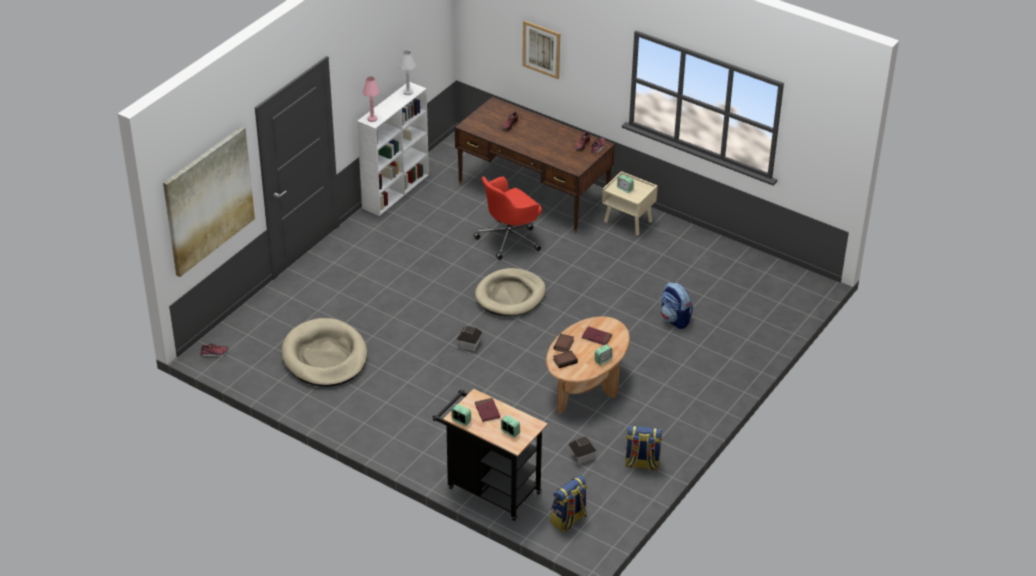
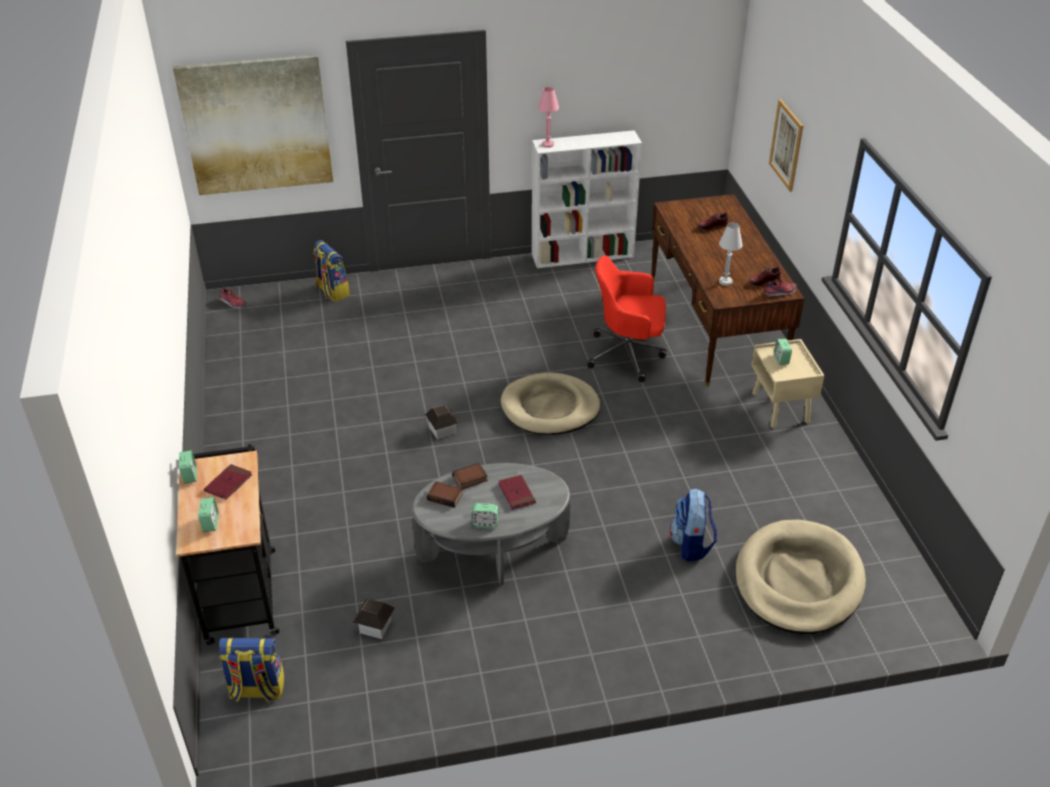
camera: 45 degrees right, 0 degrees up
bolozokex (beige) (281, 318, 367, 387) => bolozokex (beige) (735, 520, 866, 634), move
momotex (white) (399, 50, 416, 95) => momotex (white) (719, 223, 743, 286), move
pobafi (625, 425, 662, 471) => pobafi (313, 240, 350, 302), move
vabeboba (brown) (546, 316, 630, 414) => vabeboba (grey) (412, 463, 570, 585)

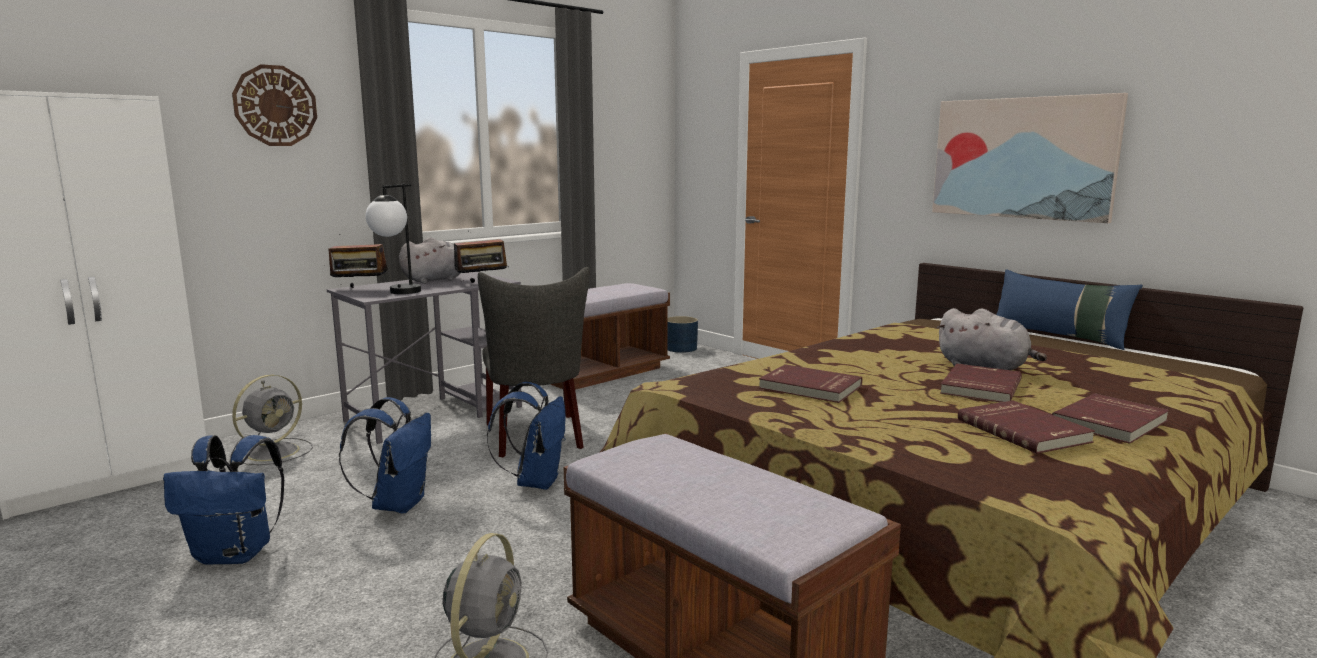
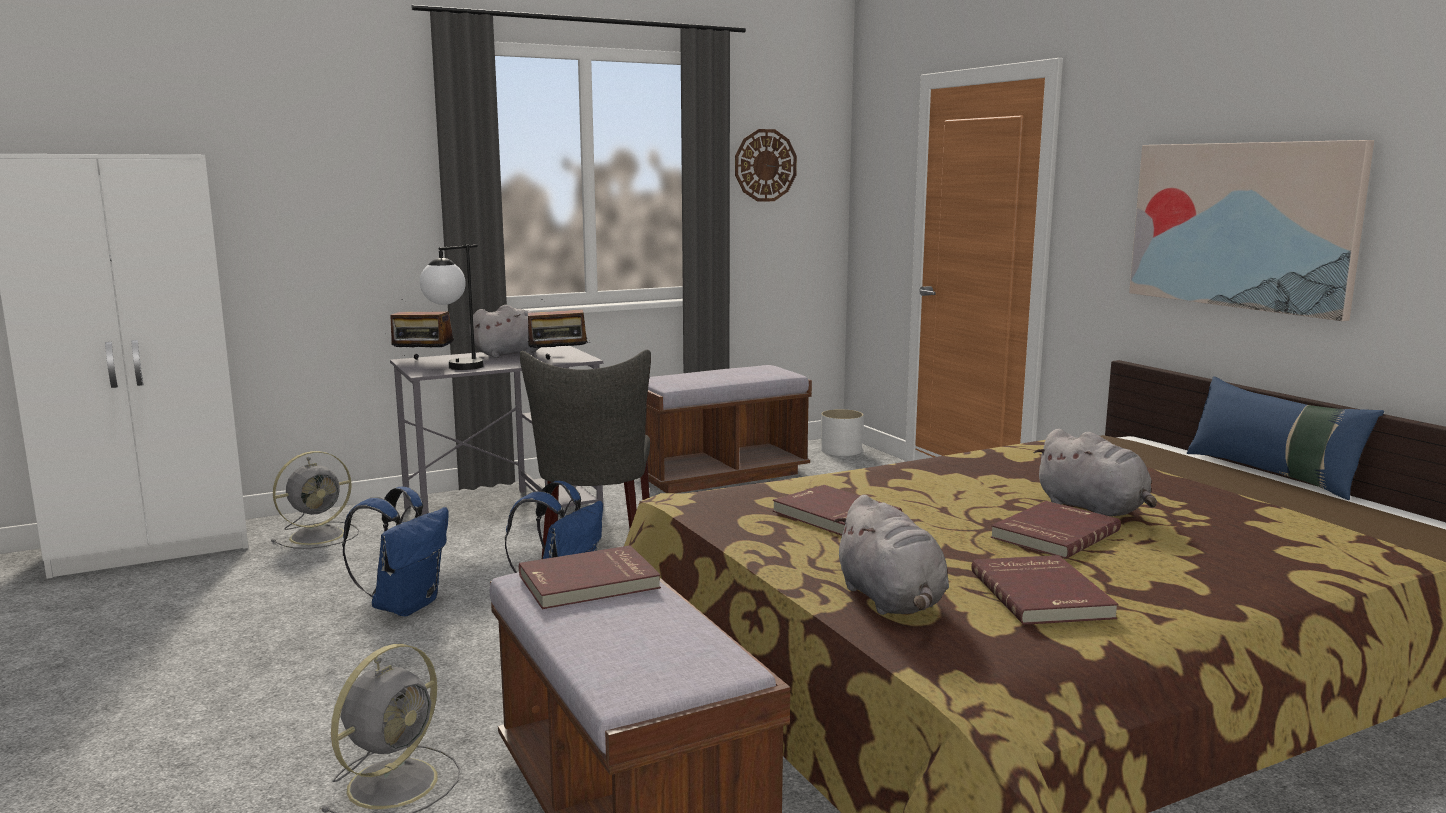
camera: 15 degrees right, 0 degrees up
pobafi (blue) (163, 435, 285, 565) => nothing
nothing => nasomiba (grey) (833, 495, 949, 615)
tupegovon (232, 64, 317, 146) => tupegovon (735, 129, 797, 202), move
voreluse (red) (1051, 393, 1169, 444) => voreluse (red) (519, 545, 661, 609), move
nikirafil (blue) (667, 316, 698, 353) => nikirafil (white) (821, 409, 864, 456)

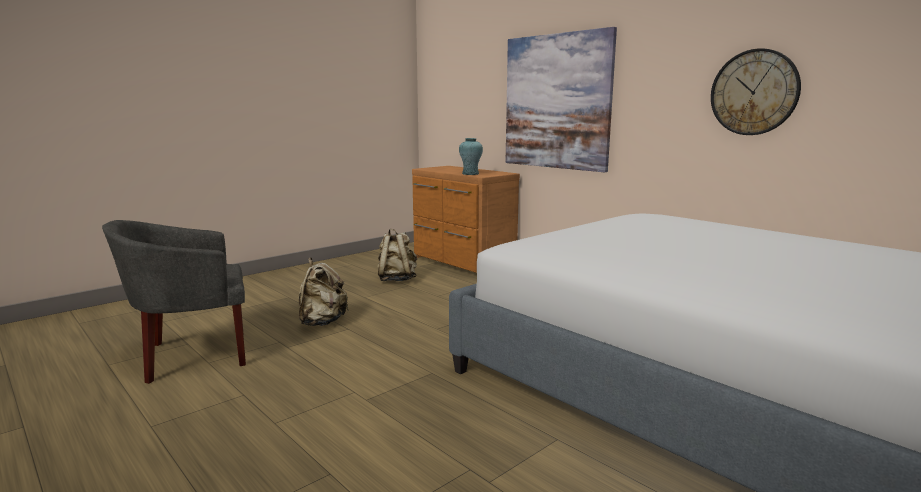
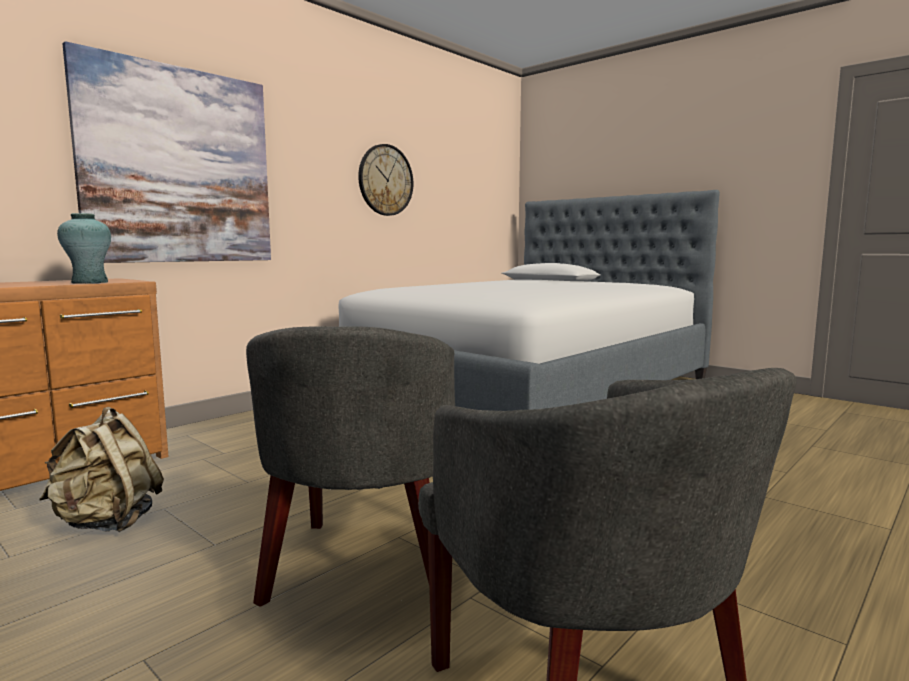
camera: 95 degrees left, 5 degrees down
pobafi (beige) (299, 257, 348, 326) => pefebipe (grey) (246, 326, 455, 607)

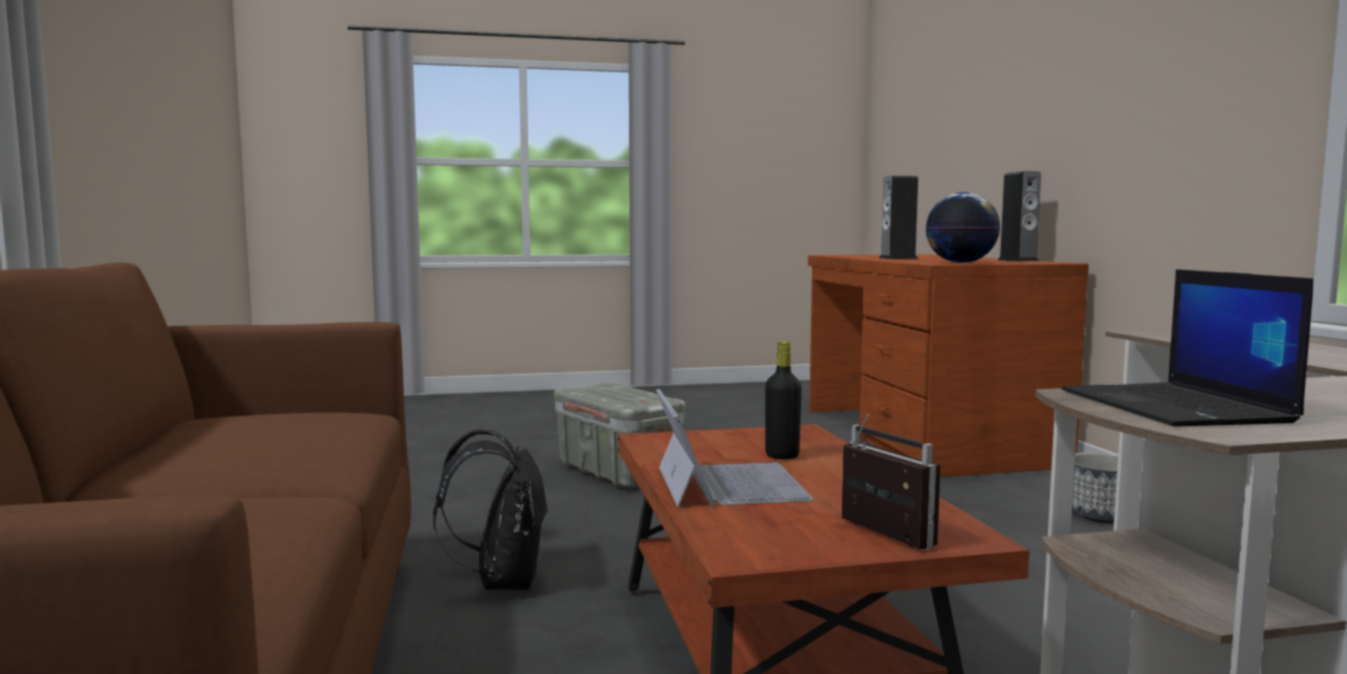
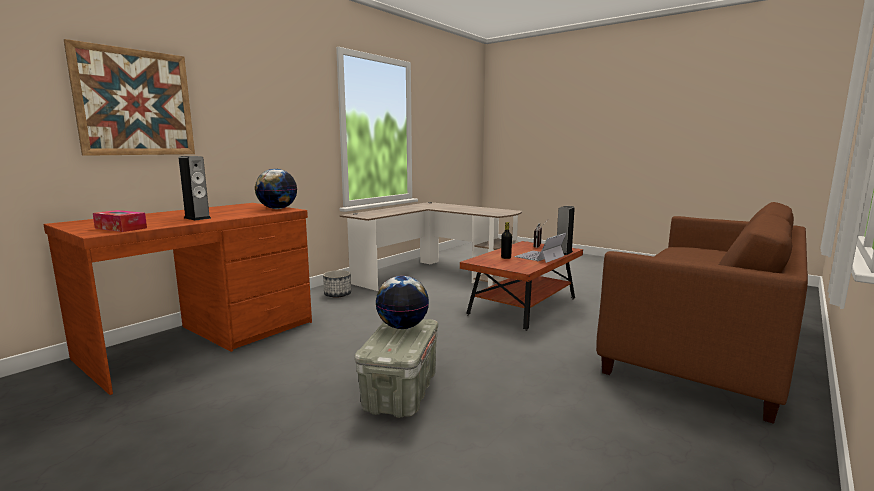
camera: 130 degrees left, 5 degrees up
pobafi (black) (433, 429, 548, 590) => nothing
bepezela (1062, 269, 1313, 427) => nothing
nothing => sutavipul (64, 39, 195, 156)
nothing => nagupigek (93, 210, 147, 232)
nothing => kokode (376, 276, 429, 329)
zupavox (998, 171, 1041, 261) => zupavox (557, 206, 575, 255), move

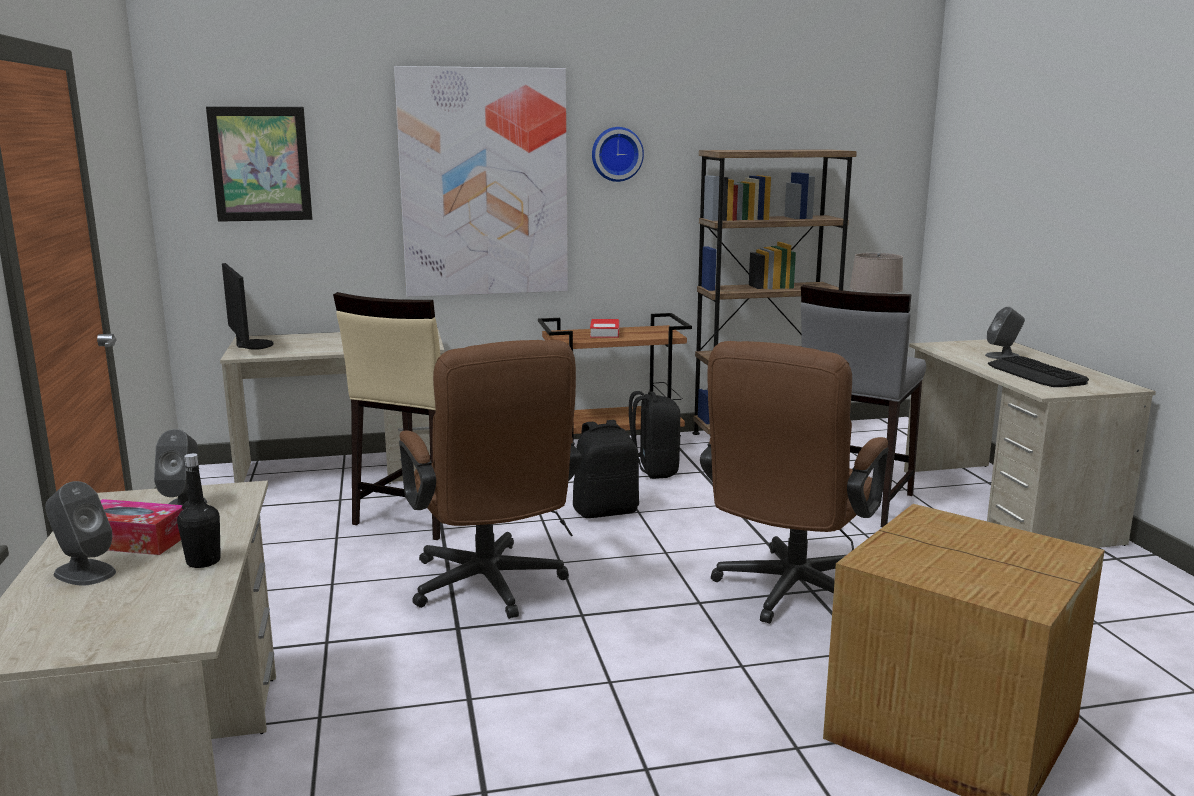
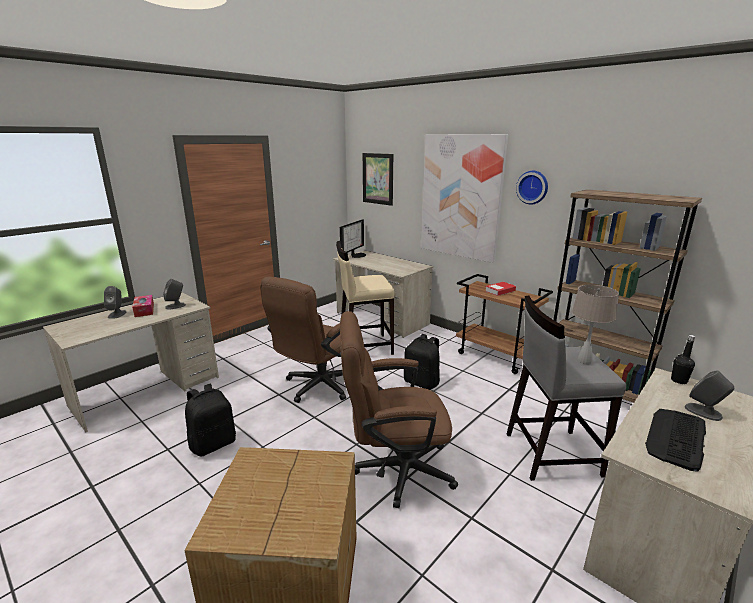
camera: 55 degrees right, 5 degrees up
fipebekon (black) (177, 453, 221, 568) => fipebekon (black) (671, 335, 695, 384), move
pobafi (black) (629, 391, 681, 479) => pobafi (black) (185, 384, 236, 457), move

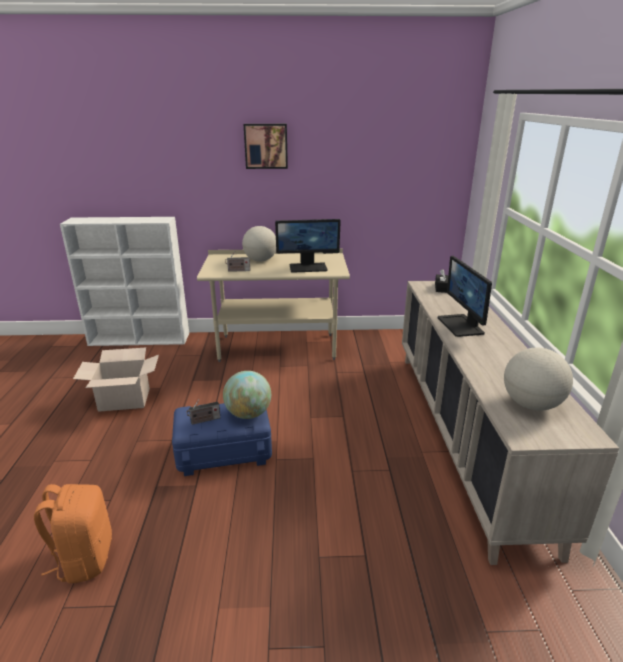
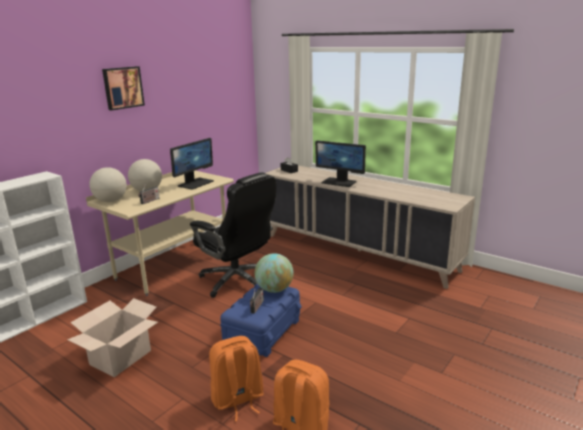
camera: 50 degrees left, 5 degrees down
nothing => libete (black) (190, 172, 276, 298)
nothing => pobafi (orange) (209, 336, 264, 422)
kokode (504, 347, 573, 411) => kokode (89, 167, 127, 202), move

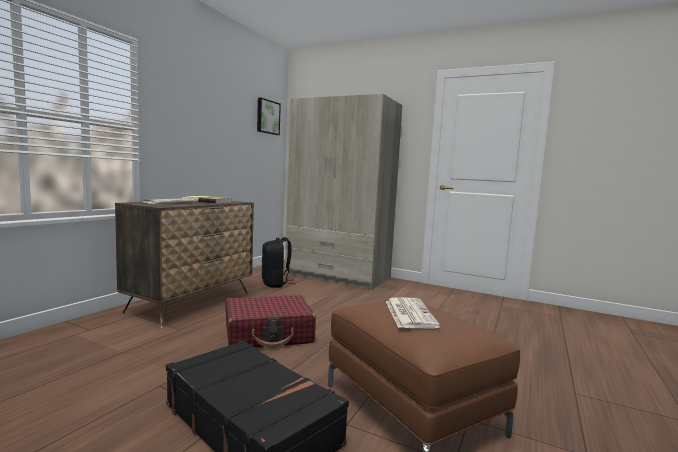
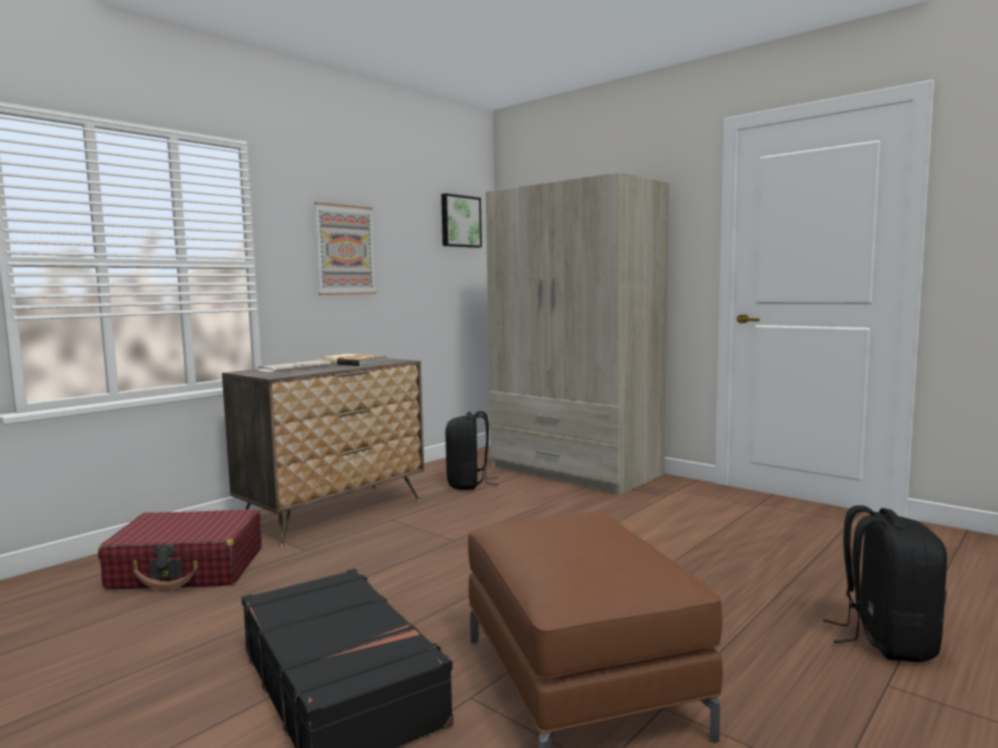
camera: 15 degrees right, 0 degrees up
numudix (386, 297, 440, 329) => nothing
nothing => sutavipul (314, 202, 376, 295)
nothing => pobafi (black) (823, 505, 947, 662)
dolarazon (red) (225, 295, 316, 348) => dolarazon (red) (98, 509, 262, 591), move

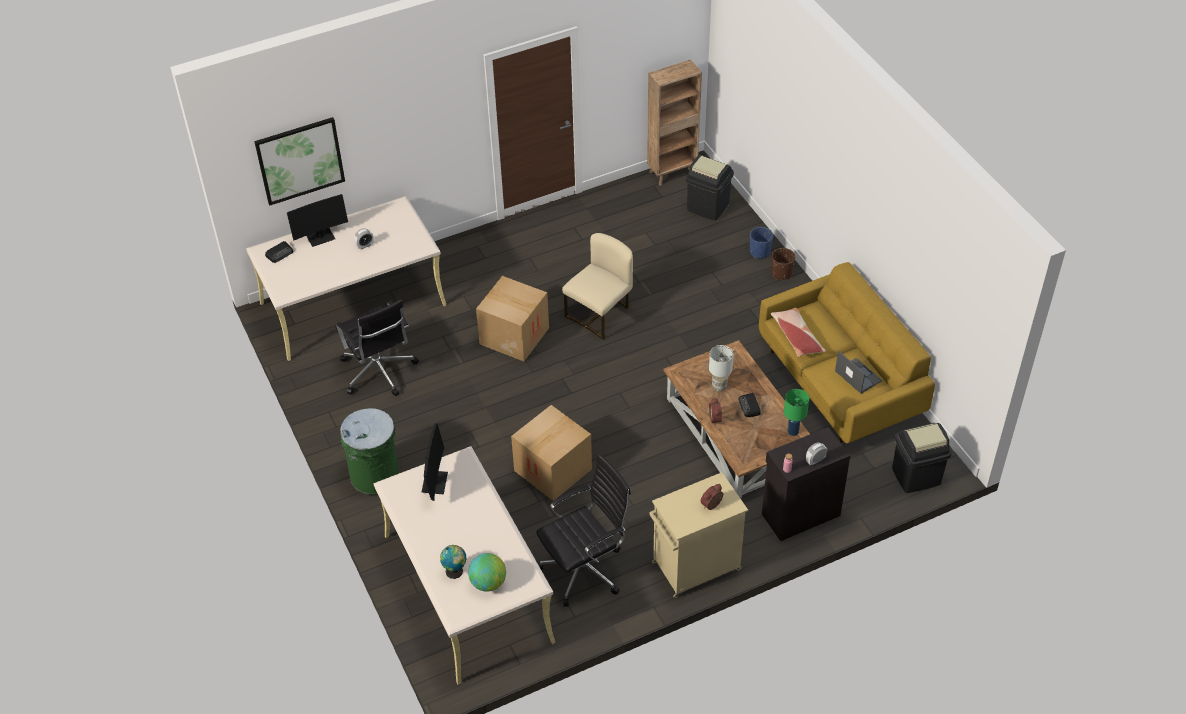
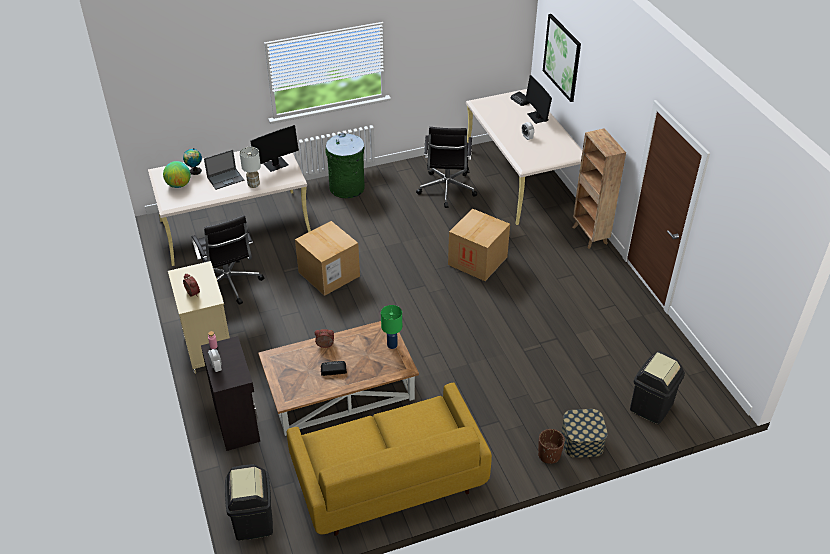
camera: 95 degrees right, 5 degrees down
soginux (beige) (562, 233, 633, 340) => nothing
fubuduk (771, 308, 826, 357) => nothing
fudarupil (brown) (647, 59, 702, 186) => fudarupil (brown) (572, 128, 626, 249), move
momotex (white) (709, 345, 733, 392) => momotex (white) (240, 147, 261, 188), move
momotex (green) (784, 389, 809, 436) => momotex (green) (381, 305, 402, 349), move
bepezela (835, 351, 882, 394) => bepezela (204, 150, 244, 190), move
nikirafil (blue) (750, 227, 773, 259) => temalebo (561, 409, 608, 458)
libete (black) (335, 299, 419, 396) => libete (black) (416, 127, 477, 208), 60 degrees counterclockwise
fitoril (421, 423, 448, 501) => fitoril (250, 125, 299, 172), 45 degrees counterclockwise

